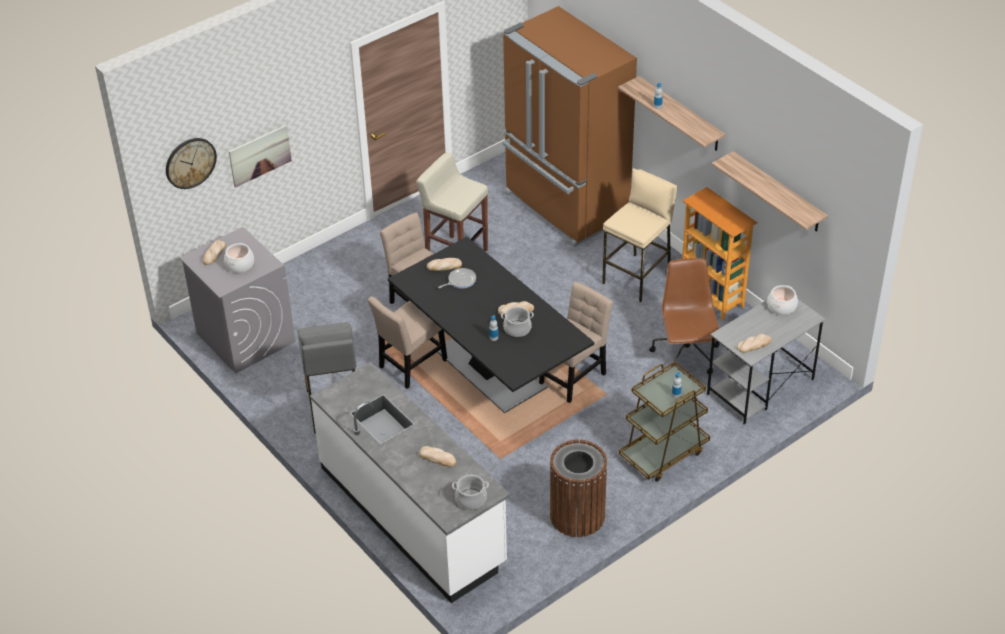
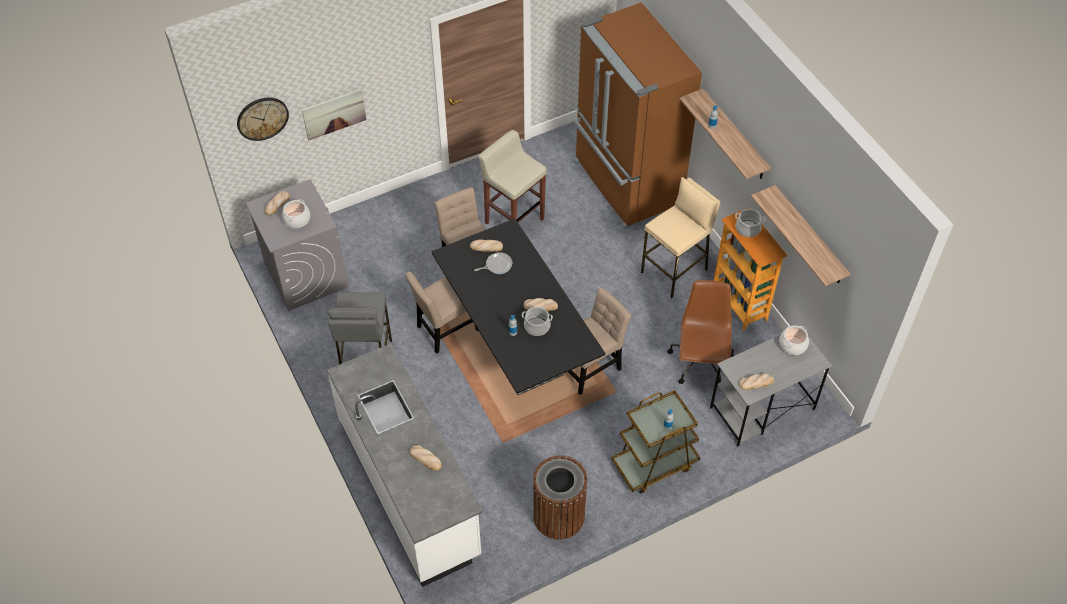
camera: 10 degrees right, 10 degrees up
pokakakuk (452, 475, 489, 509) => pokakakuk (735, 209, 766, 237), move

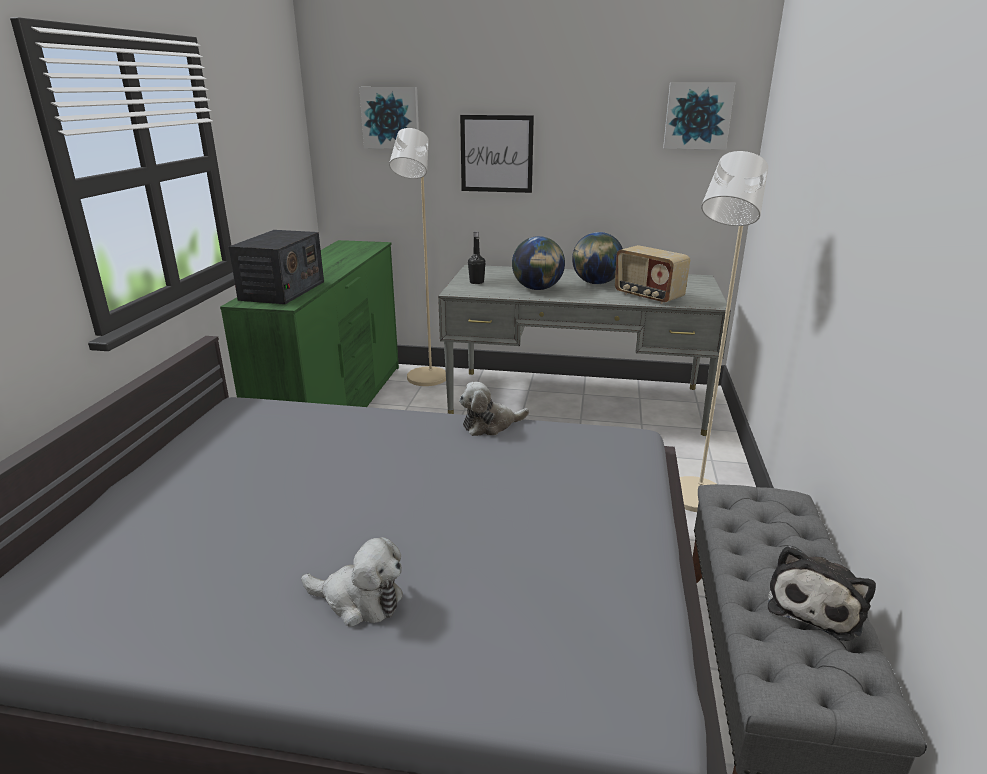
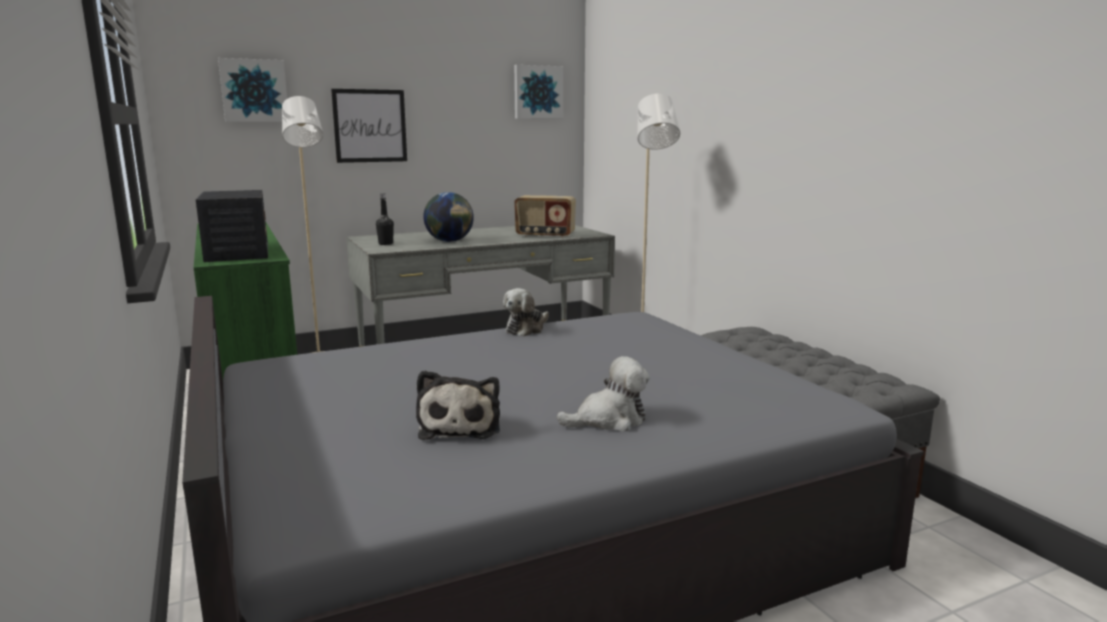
camera: 35 degrees left, 10 degrees down
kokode (572, 232, 623, 284) => nothing
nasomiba (768, 546, 876, 641) => nasomiba (416, 370, 500, 440), move

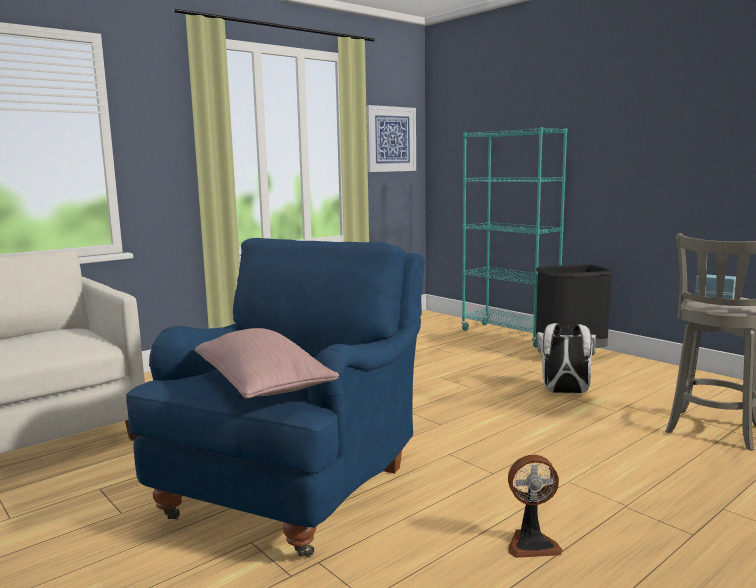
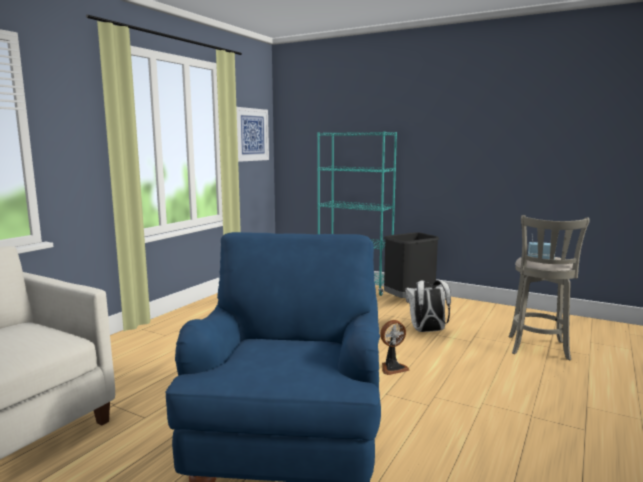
camera: 20 degrees left, 0 degrees up
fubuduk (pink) (195, 328, 339, 399) => nothing
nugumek (508, 455, 563, 558) => nugumek (380, 320, 409, 375), move

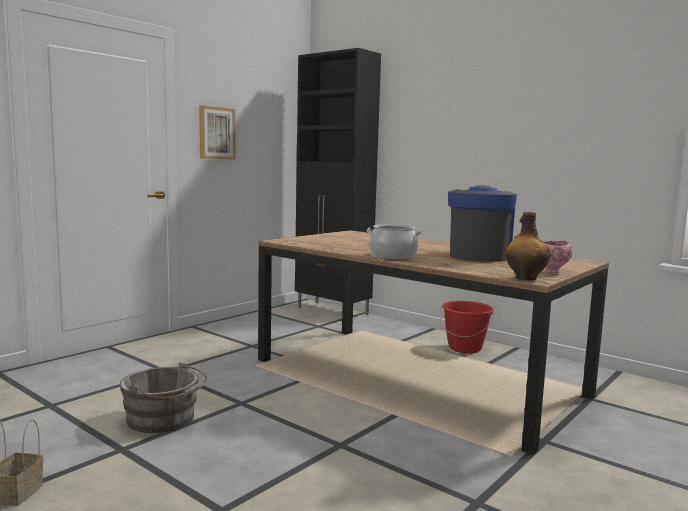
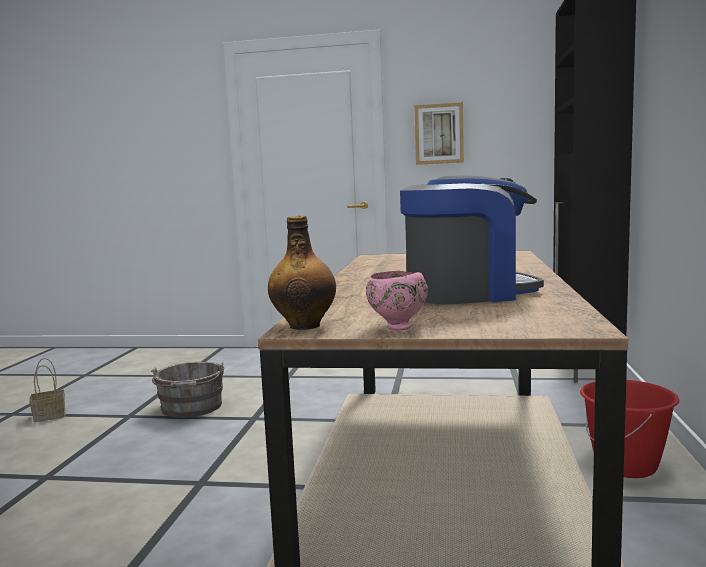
camera: 60 degrees right, 0 degrees up
pokakakuk (367, 224, 422, 260) => nothing

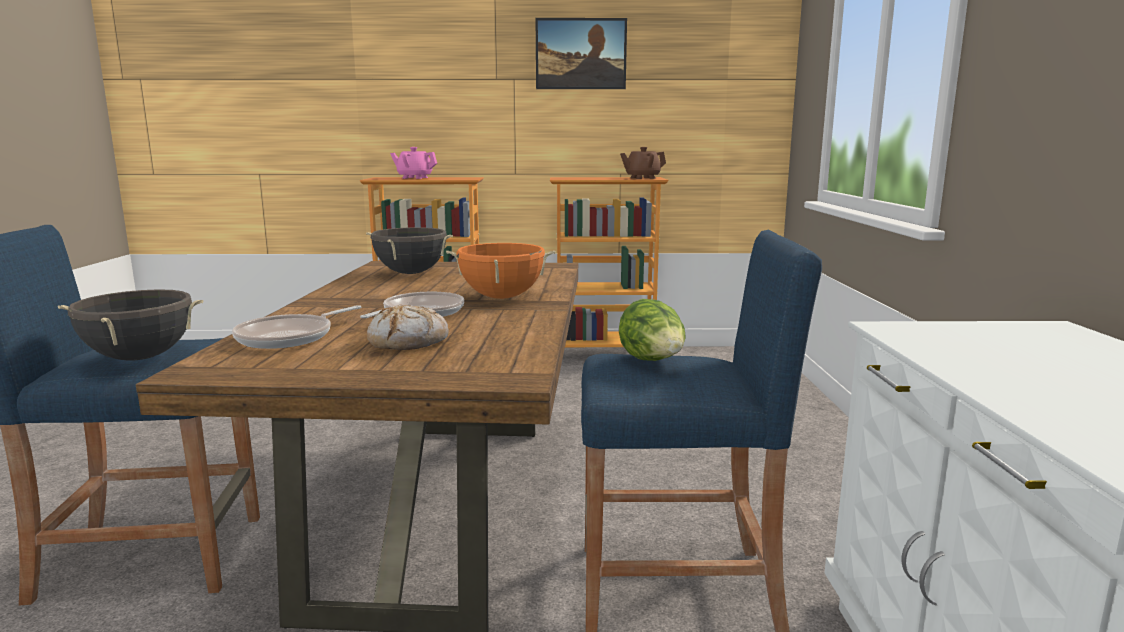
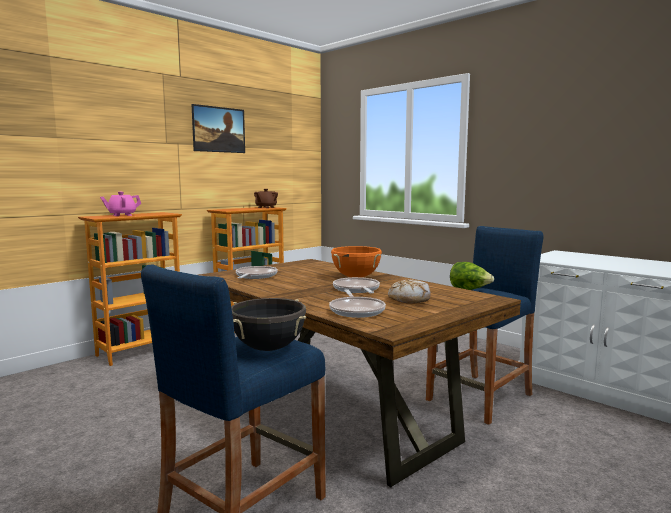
camera: 45 degrees left, 5 degrees down
pokakakuk (black) (366, 227, 453, 274) => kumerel (236, 266, 278, 279)

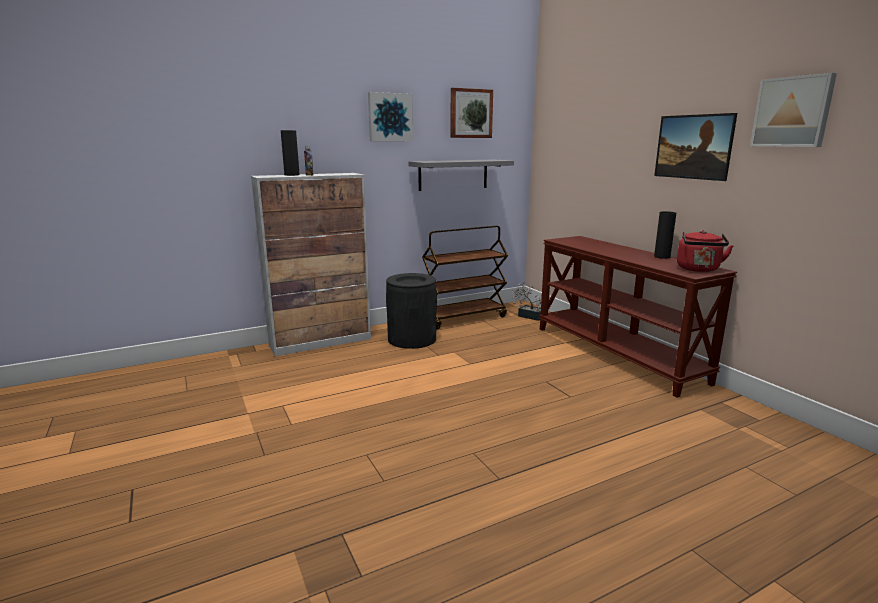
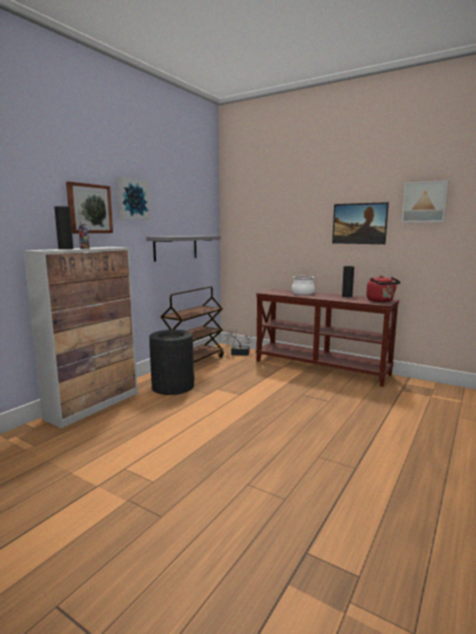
camera: 30 degrees left, 5 degrees down
nothing => pokakakuk (291, 276, 315, 295)
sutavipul (450, 88, 493, 138) => sutavipul (66, 182, 113, 233), move

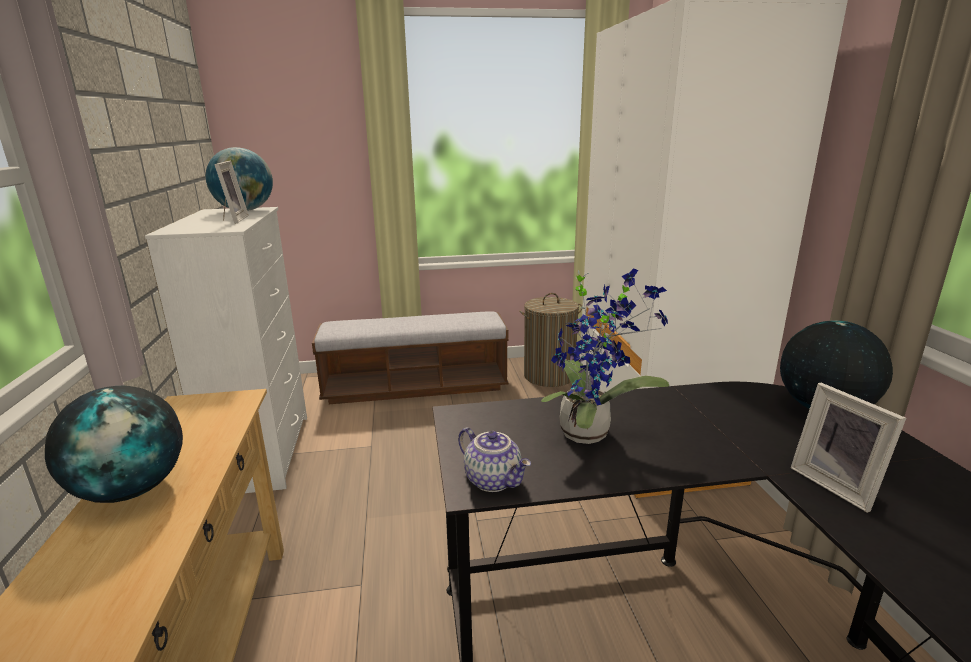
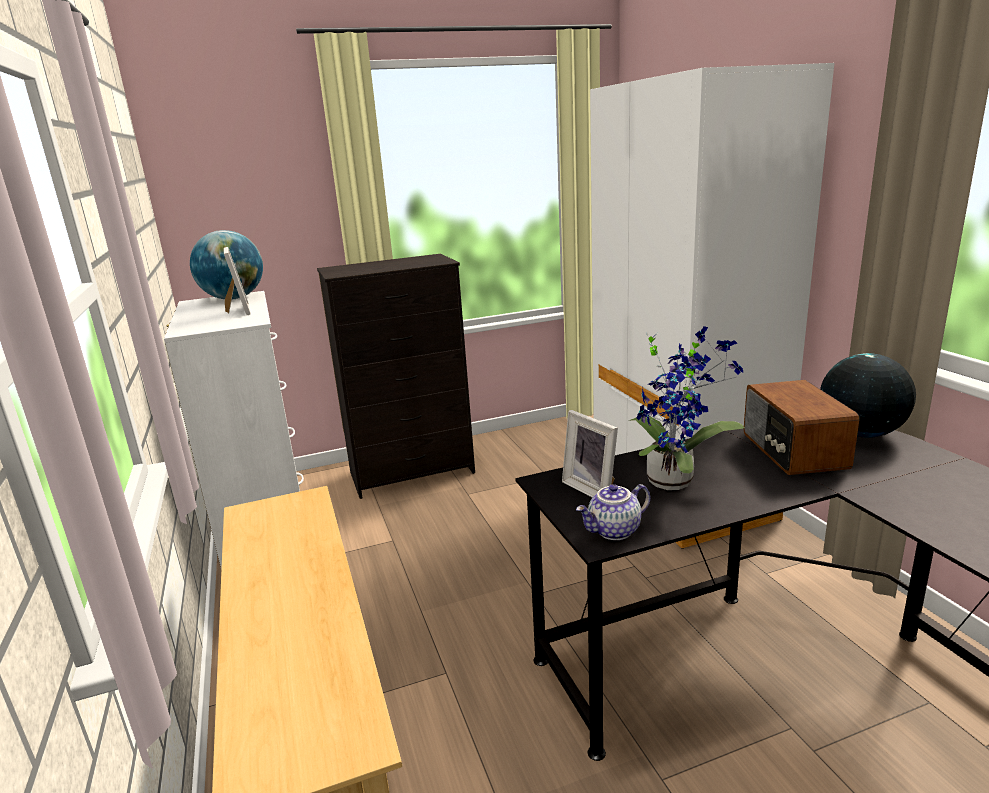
camera: 10 degrees left, 0 degrees up
kokode (45, 386, 183, 503) => nothing
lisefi (519, 293, 582, 387) => nothing
nothing => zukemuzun (744, 380, 859, 475)
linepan (791, 383, 906, 513) => linepan (562, 410, 618, 498), move
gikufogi (312, 311, 509, 404) => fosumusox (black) (317, 254, 475, 499)
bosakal (458, 427, 531, 492) => bosakal (576, 484, 650, 540), 120 degrees clockwise

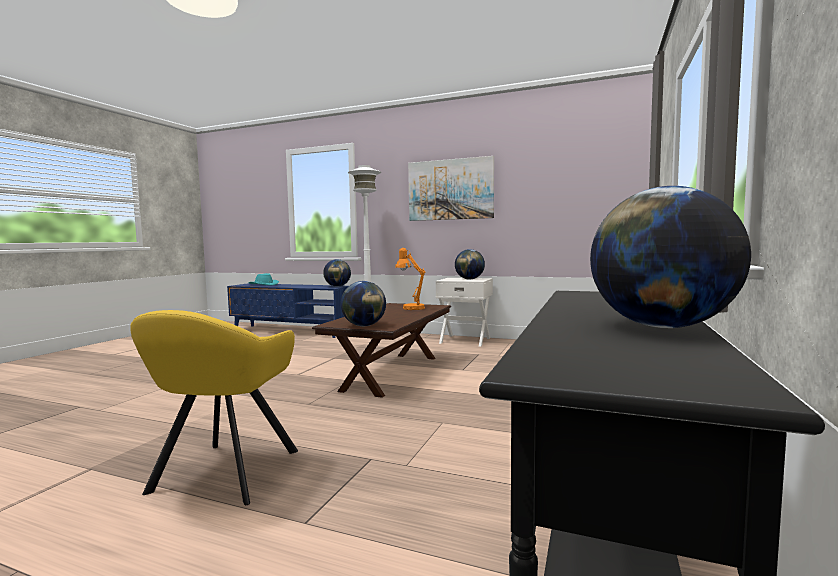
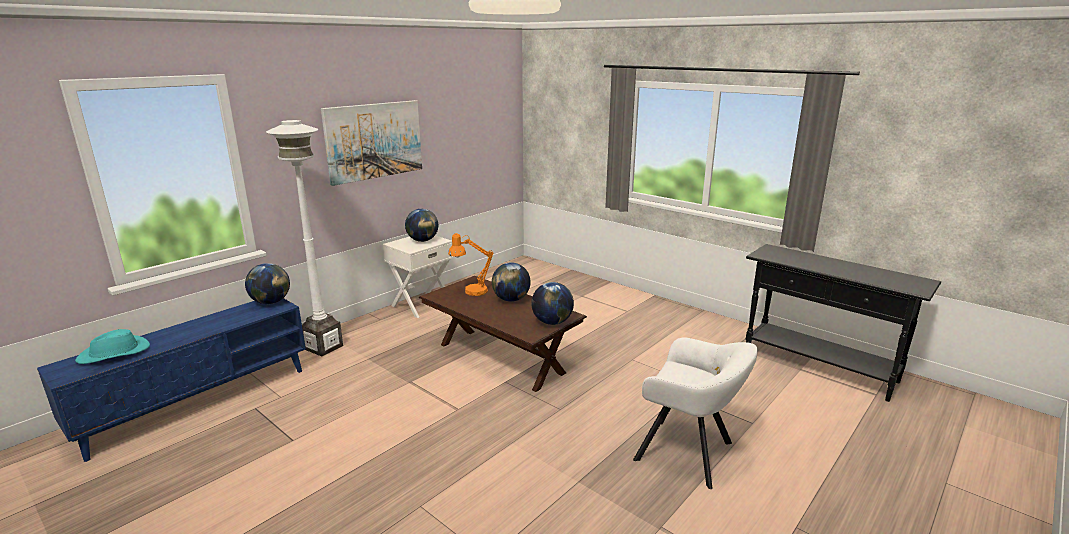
camera: 70 degrees left, 15 degrees up
kokode (590, 186, 751, 328) => kokode (492, 262, 531, 302), move
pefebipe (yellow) (130, 310, 298, 505) => pefebipe (white) (633, 337, 758, 489)

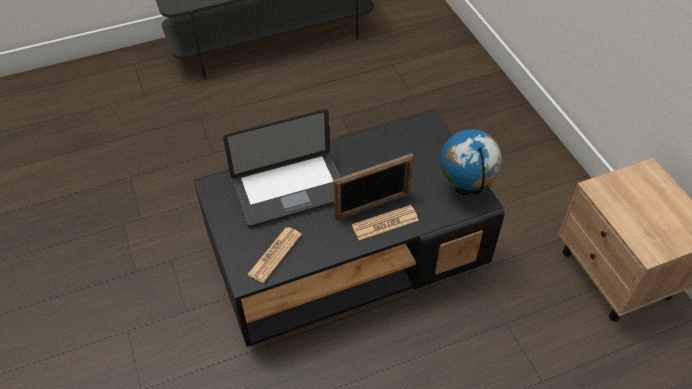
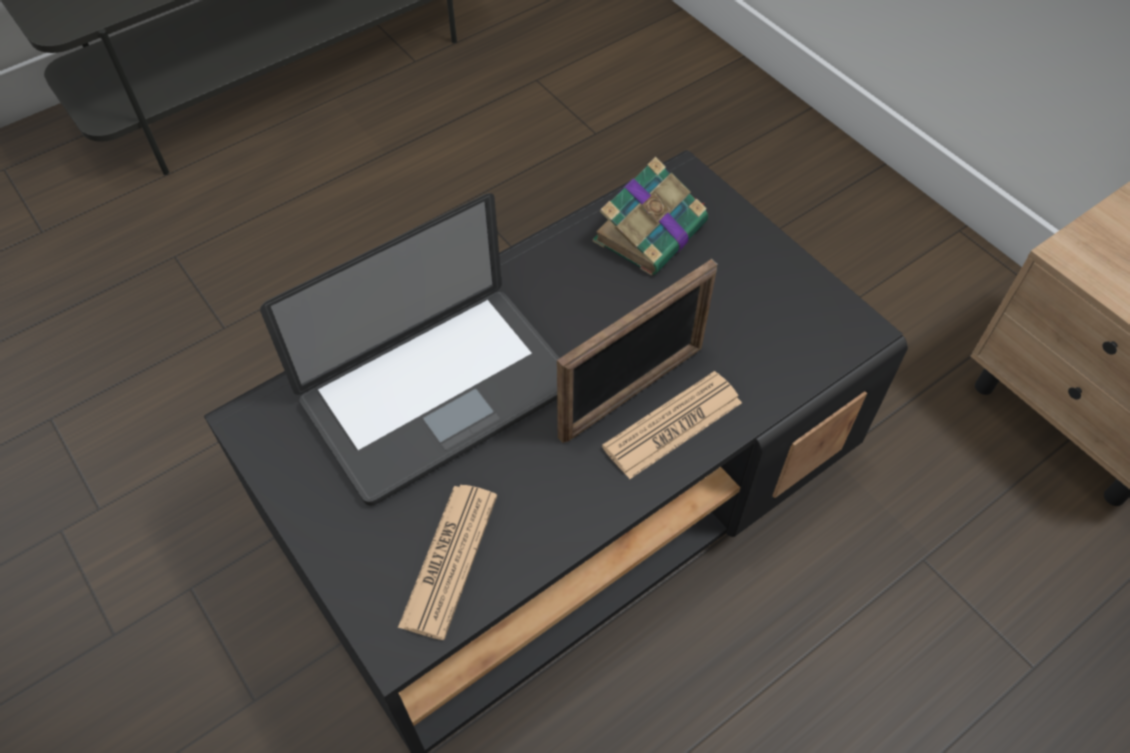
camera: 15 degrees left, 5 degrees up
kokode (440, 129, 502, 195) => nothing
nothing => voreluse (593, 157, 708, 276)

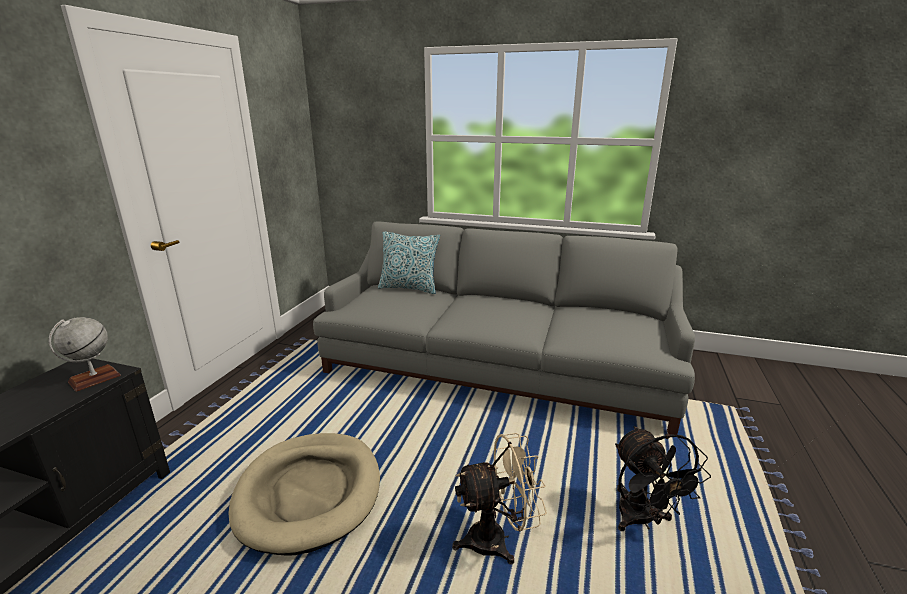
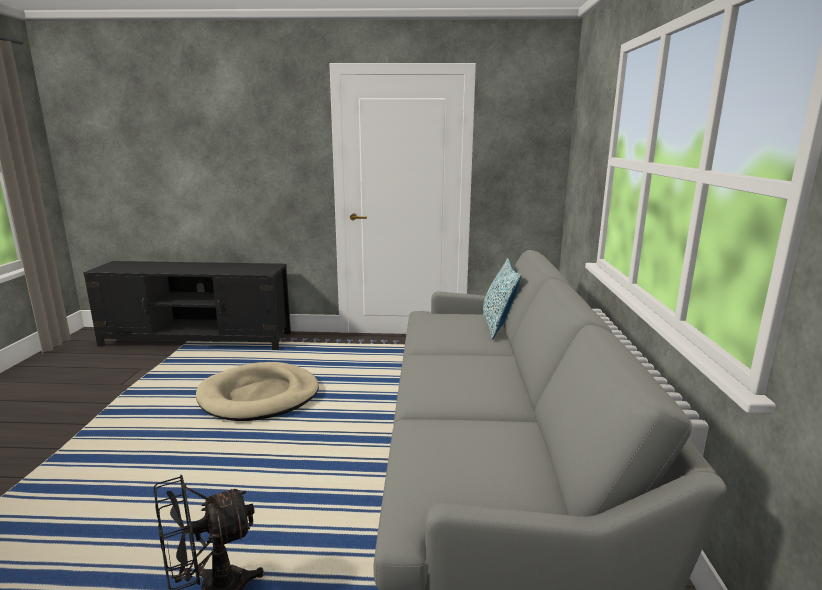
camera: 75 degrees right, 5 degrees down
kokode (48, 317, 121, 392) => nothing
nugumek (beige) (452, 433, 547, 565) => nothing

